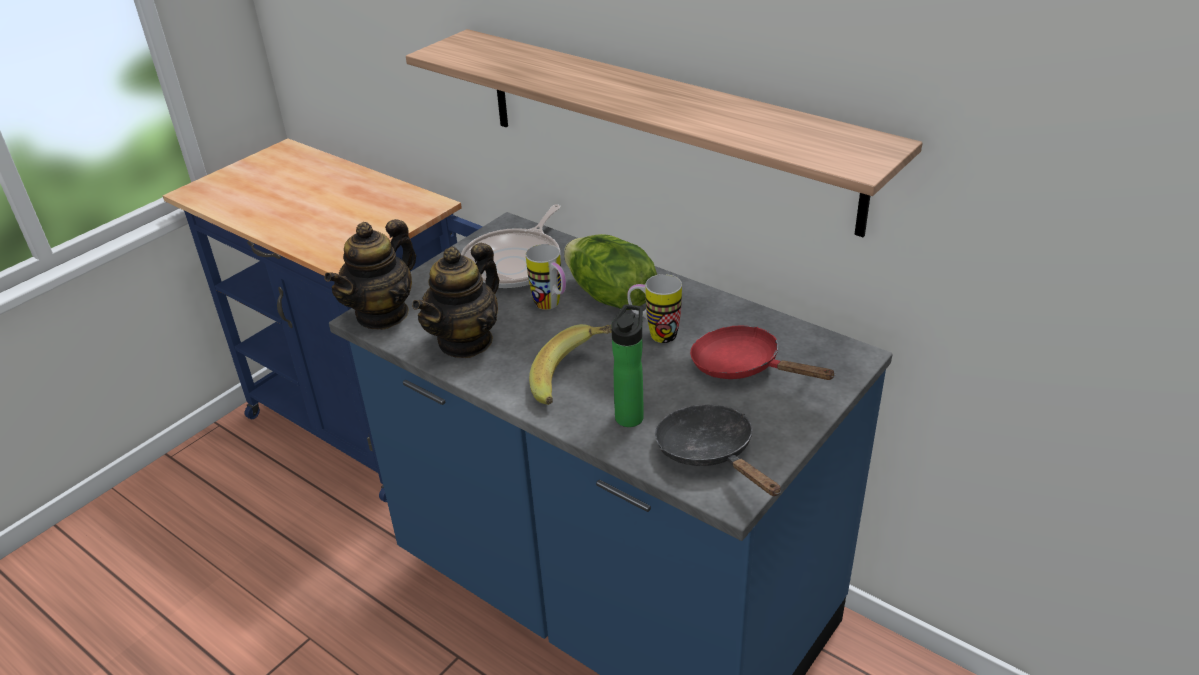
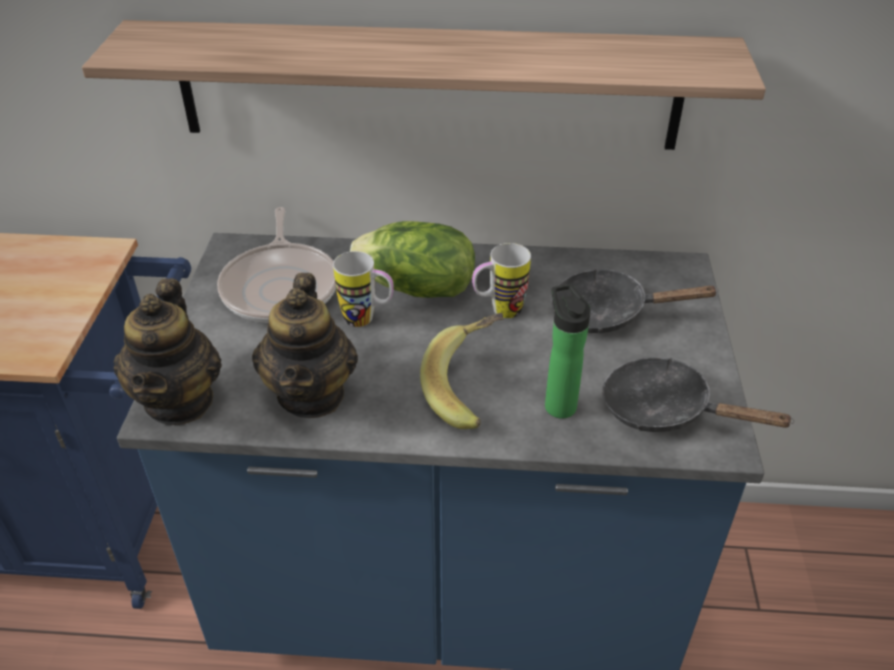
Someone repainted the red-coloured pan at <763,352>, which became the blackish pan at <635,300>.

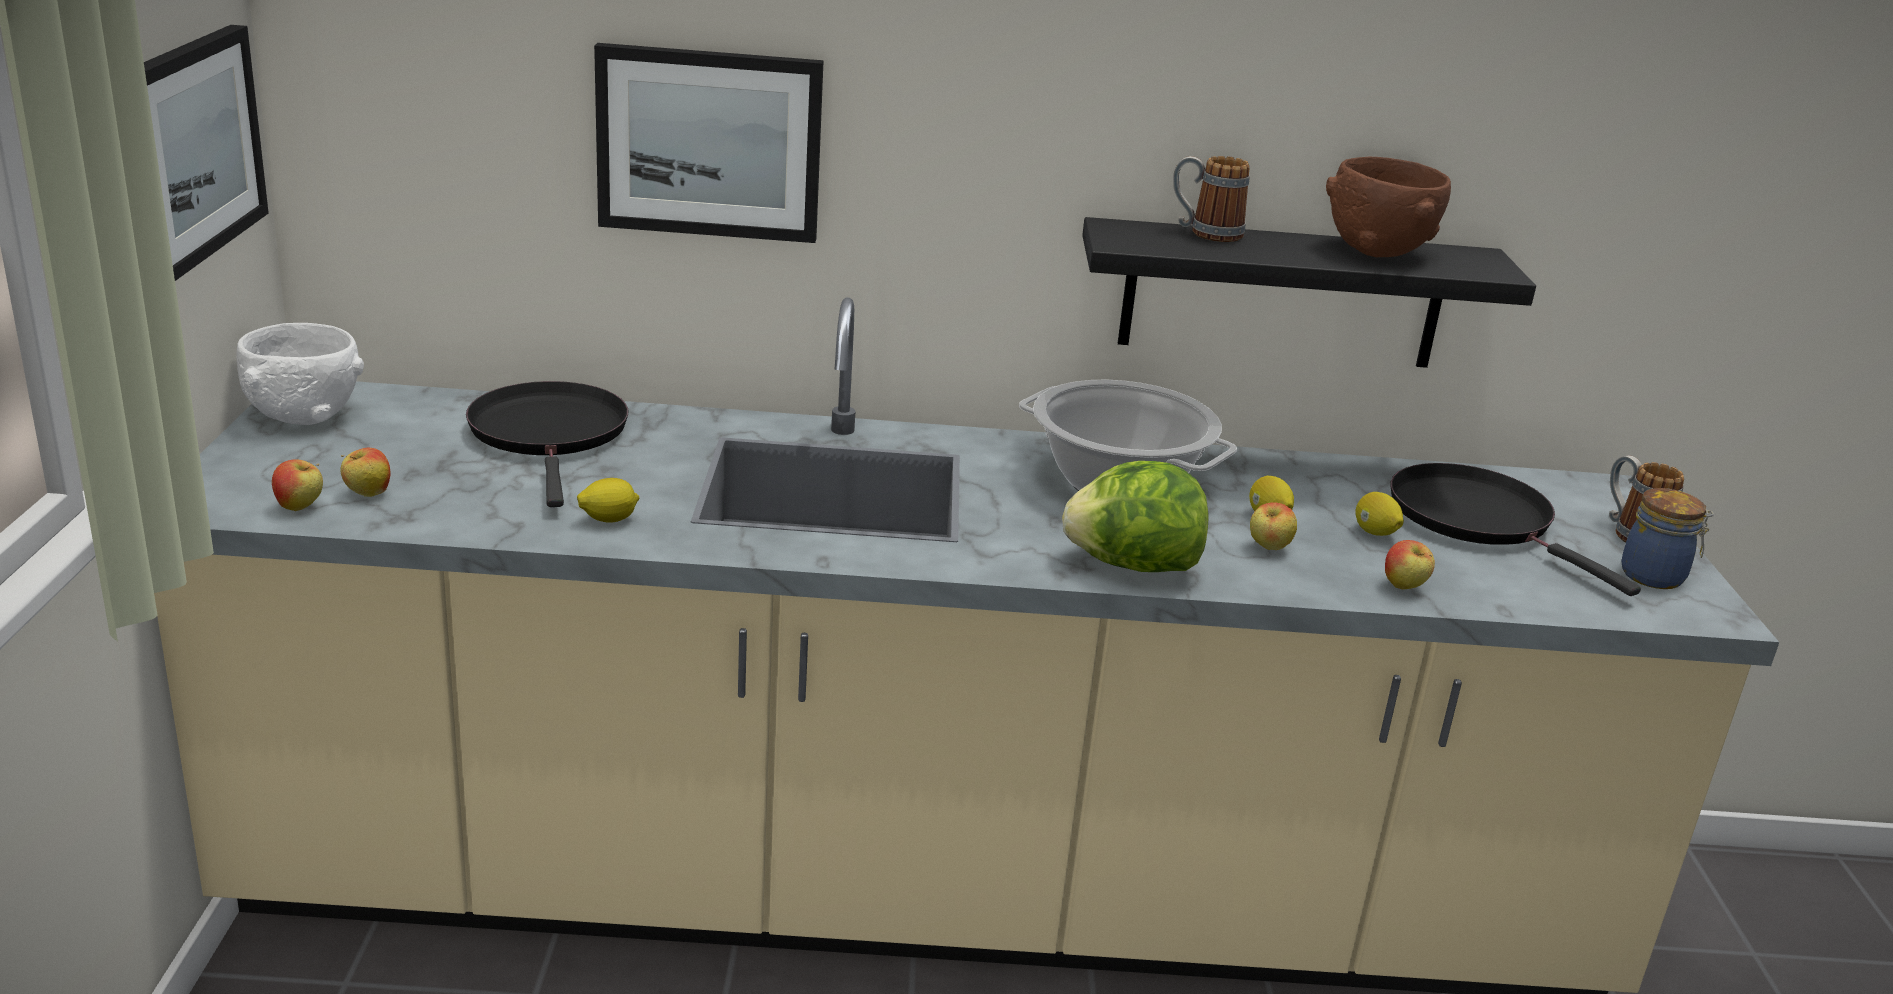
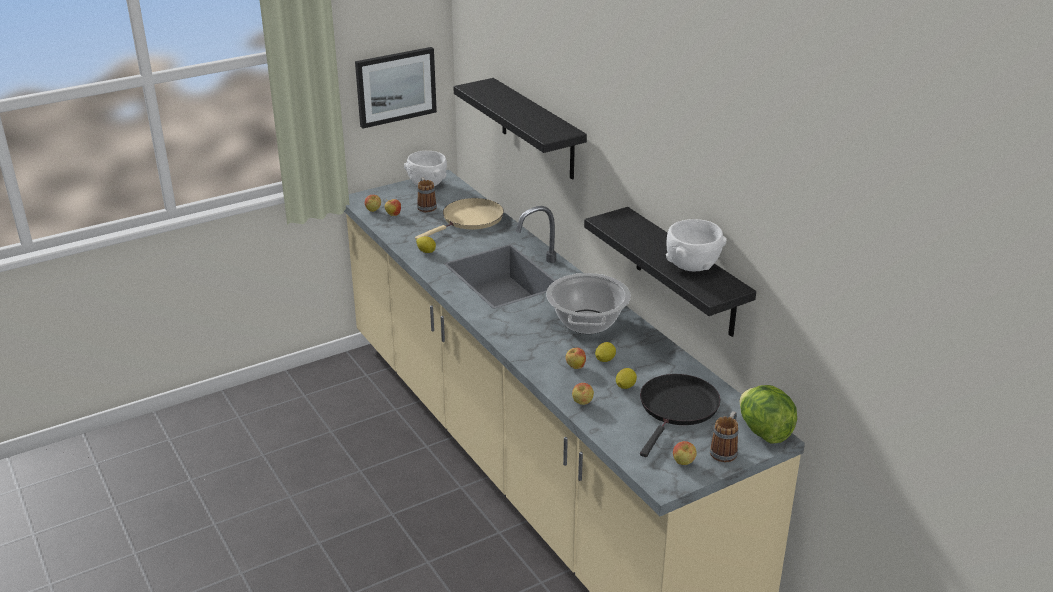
Someone carried the head of lettuce from <1135,516> to <768,414>. Someone carried the mug from <1211,199> to <427,194>. Someone swapped the picture at <709,143> for the blackish wall shelf at <520,128>. Someone swapped the jar at <1668,538> for the apple fruit at <685,453>. Someone repainted the blackish pan at <547,444>, which became the beige-coloured pan at <459,219>. Someone repainted the brown-coloured bowl at <1388,207>, which became the white-coloured bowl at <696,245>.

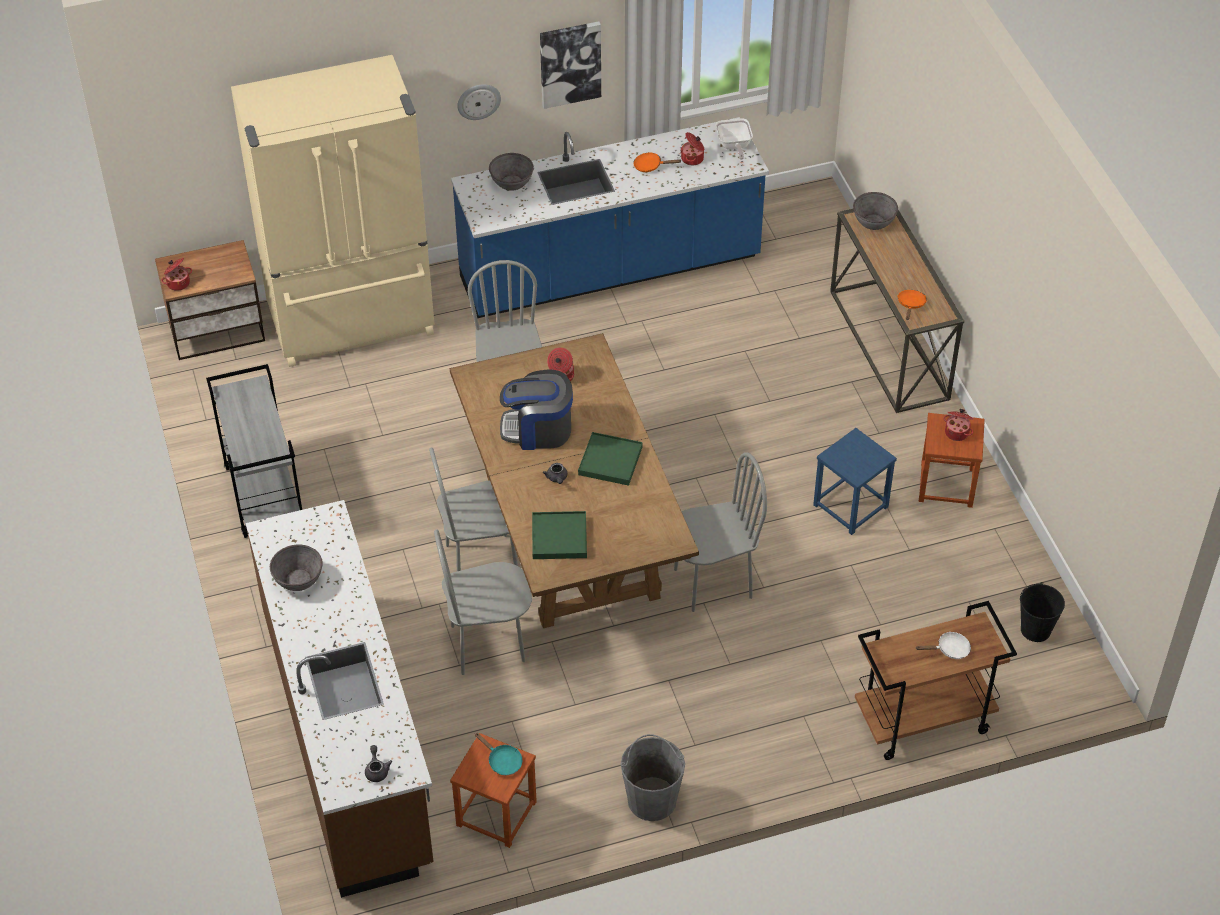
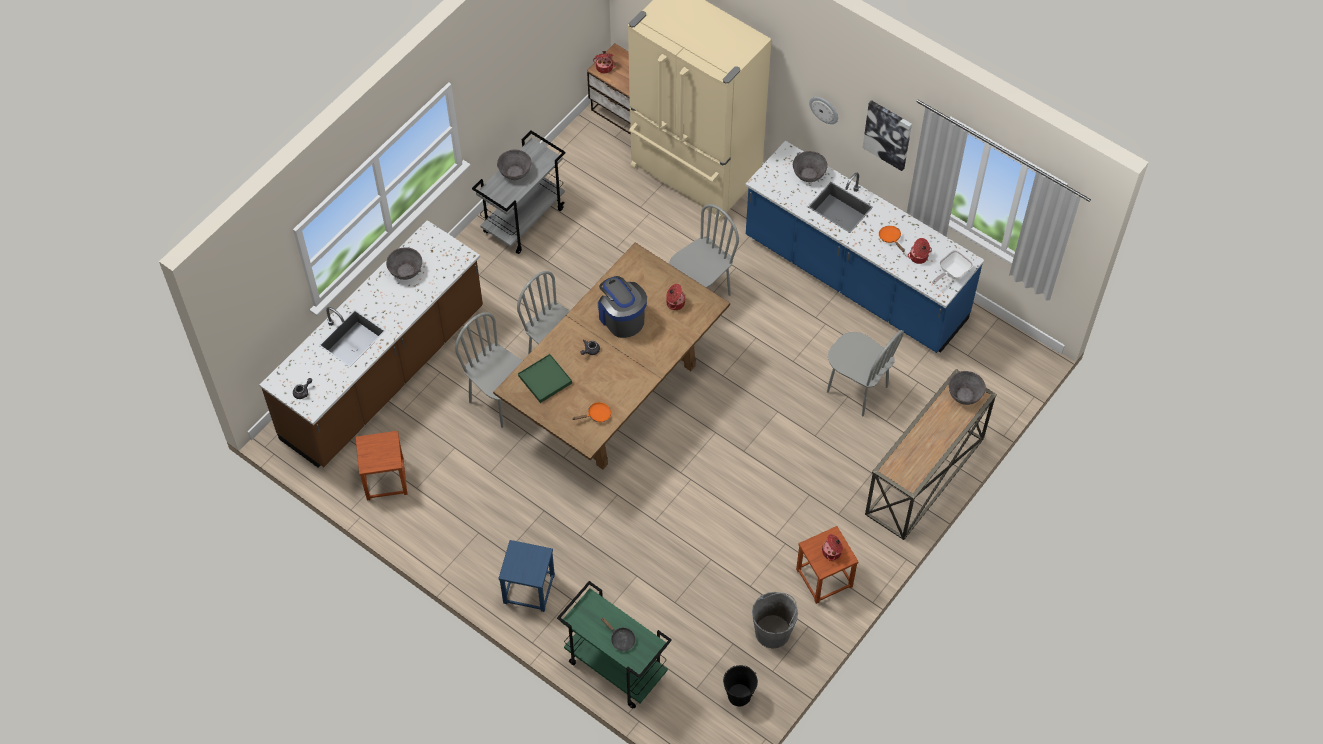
Someone took away the blue-green pan at <498,754>. Someone took away the greenish serving tray at <610,459>. Someone put down the gray bowl at <514,165>. Someone carried the gray bucket from <653,777> to <775,620>. Someone carried the gray chair from <720,532> to <865,373>. Someone carried the bluish stool seat from <855,481> to <526,576>. Someone carried the orangey pan from <912,305> to <592,412>. Someone repainted the brown-coloured cart at <936,680>, which became the greenish cart at <614,645>. Someone repainted the white-coloured pan at <943,645>, which became the blackish pan at <618,634>.

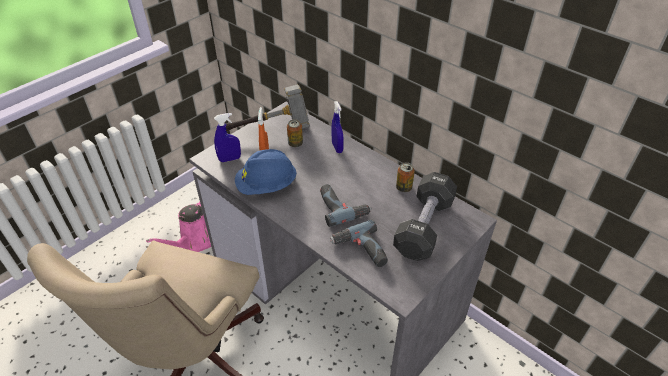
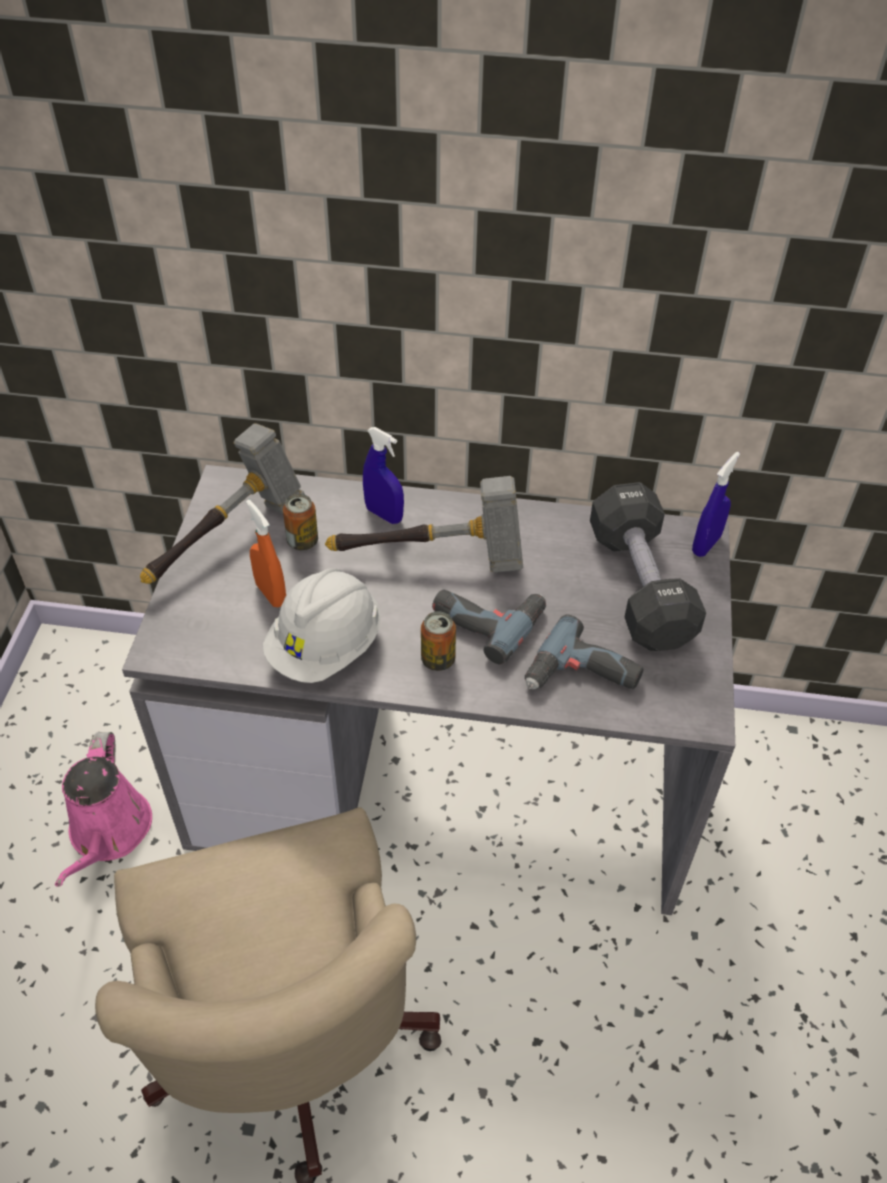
Someone put down the hand hammer at <424,524>. Someone carried the bluish sprayer from <227,137> to <716,504>. Someone carried the metal can from <405,177> to <438,641>. Someone repainted the bluish work helmet at <266,172>, which became the white-coloured work helmet at <322,626>.

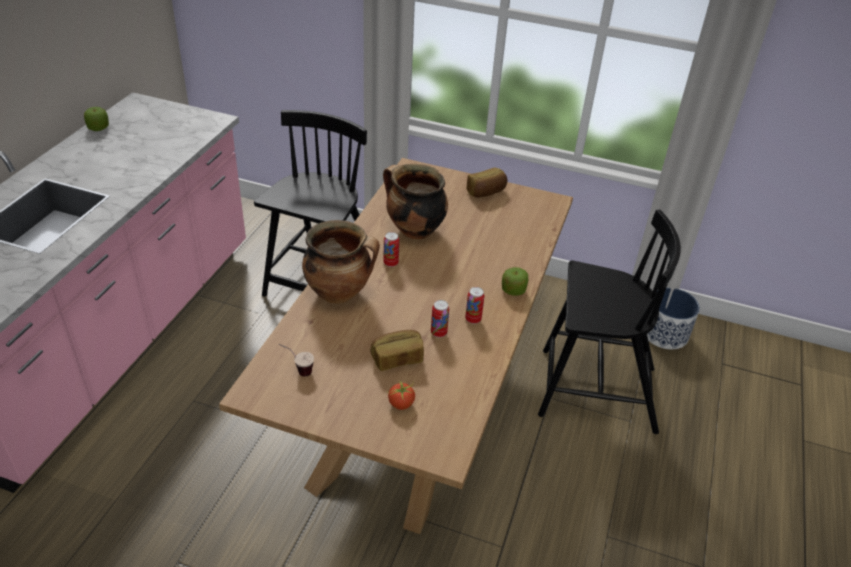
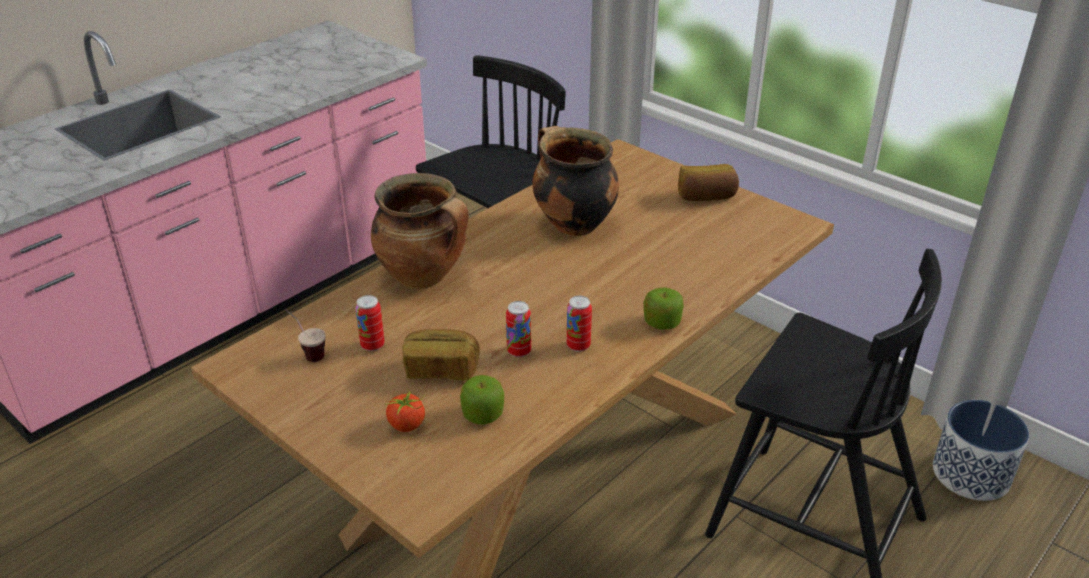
Someone carried the apple fruit from <96,119> to <482,400>. Someone carried the metal can from <391,249> to <370,323>.

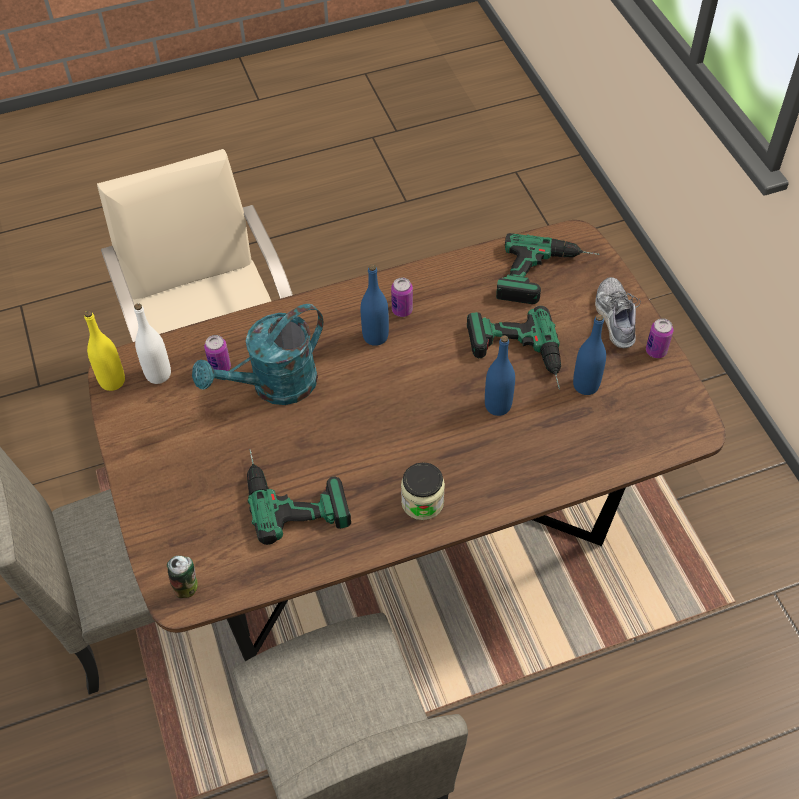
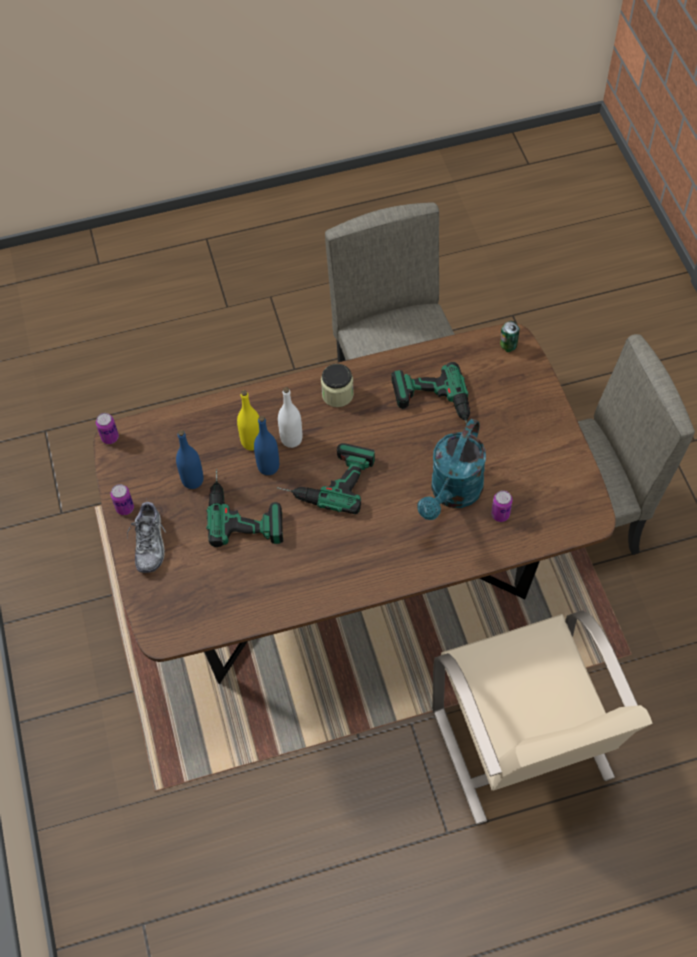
Someone took away the bluish beverage bottle at <375,305>. Someone carried the yellow beverage bottle from <104,350> to <248,420>. Someone carried the white-coloured beverage bottle from <152,343> to <290,417>. Someone carried the metal can from <402,297> to <107,428>. Someone carried the drill from <547,268> to <326,478>. Someone rotated the blue-green sprinkling can at <257,354> by 150 degrees clockwise.

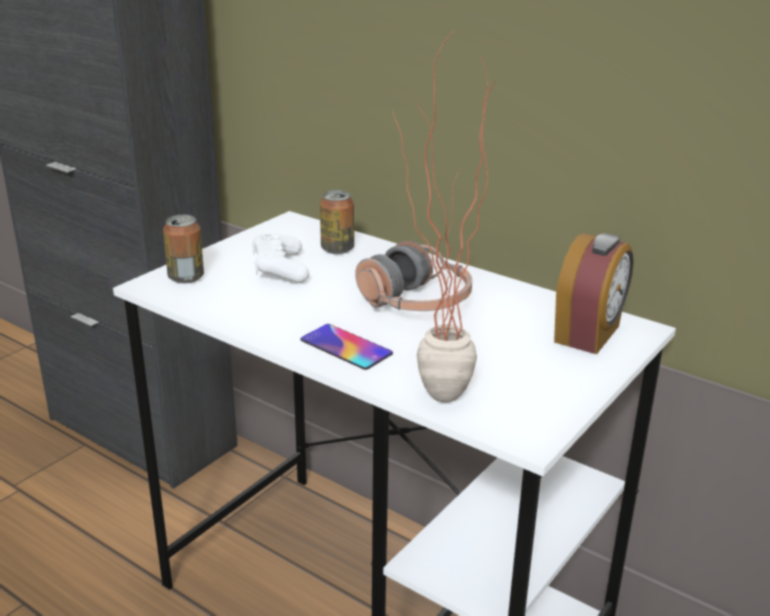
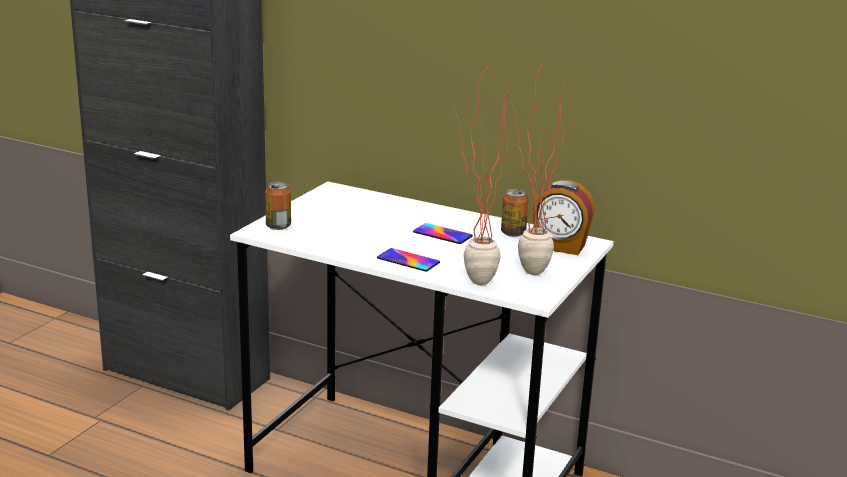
Someone took away the white-coloured gamepad at <280,258>. Someone put down the houseplant at <539,168>. Someone carried the metal can from <337,222> to <515,213>. Someone swapped the pair of headphones at <413,276> for the phone at <443,233>. Someone rotated the bedside clock at <594,293> by 90 degrees clockwise.

